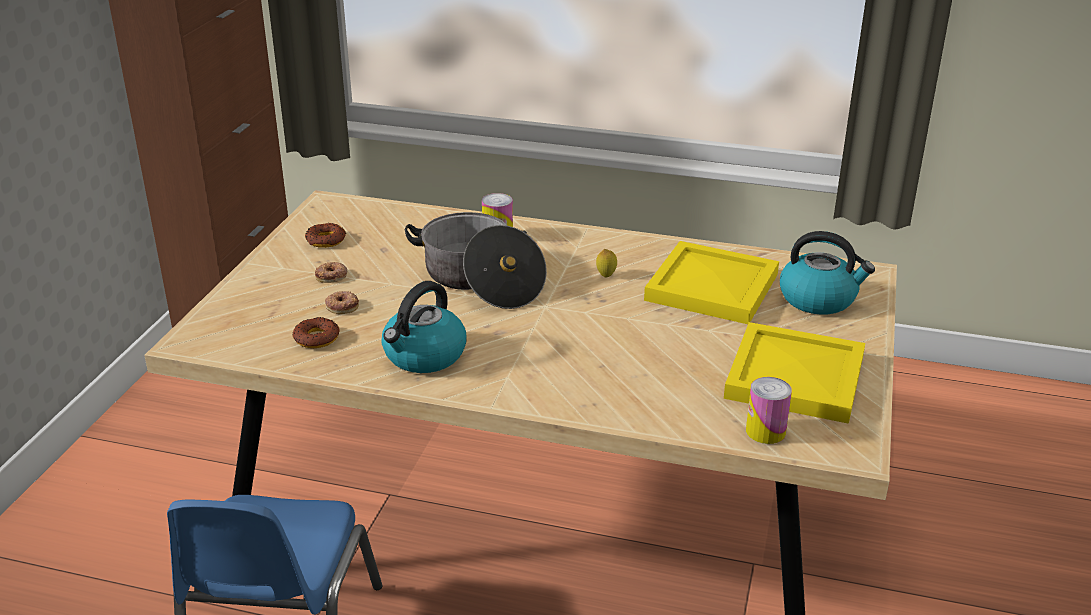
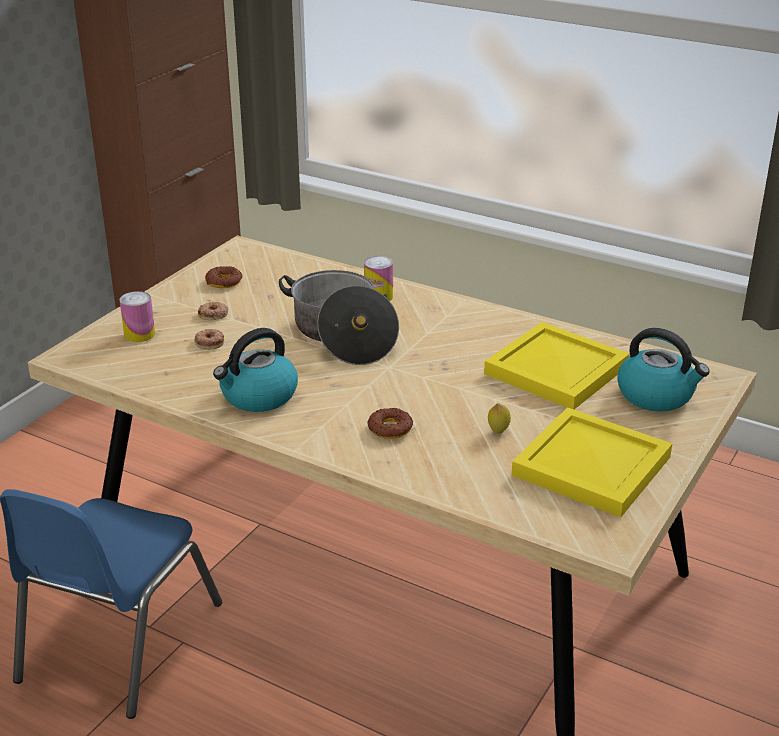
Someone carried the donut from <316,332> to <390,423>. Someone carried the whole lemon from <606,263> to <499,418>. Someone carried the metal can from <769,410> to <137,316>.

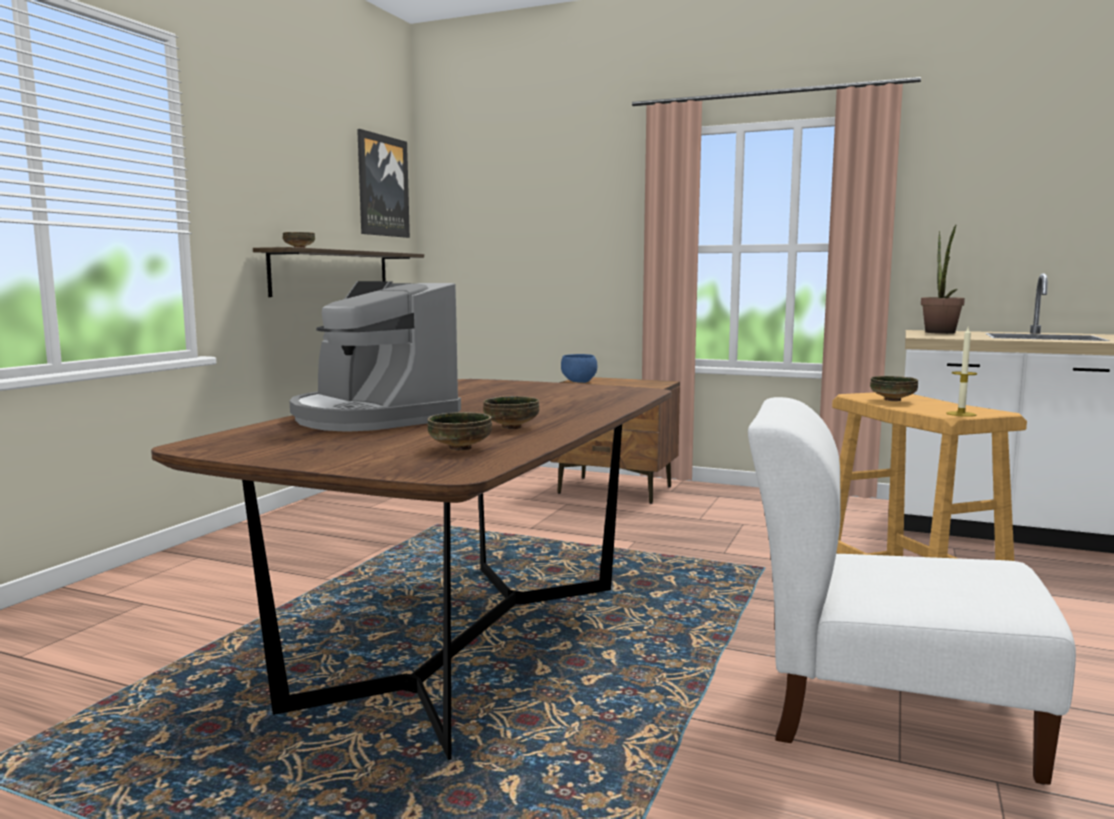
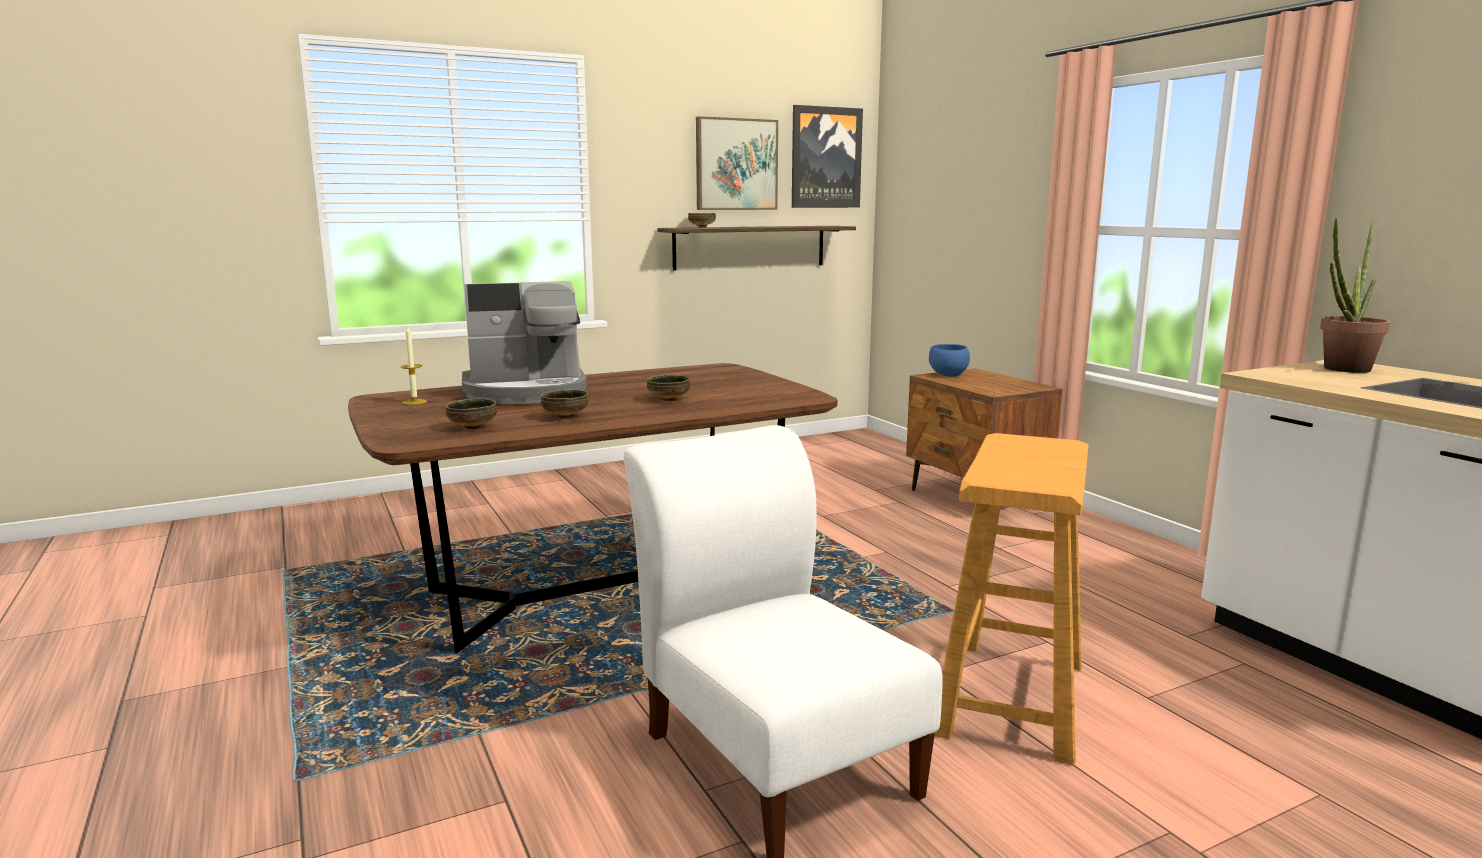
Someone put up the picture at <737,163>. Someone carried the bowl from <894,388> to <668,388>. Someone carried the wax candle from <962,372> to <414,365>. Someone rotated the coffee maker at <375,356> by 105 degrees counterclockwise.

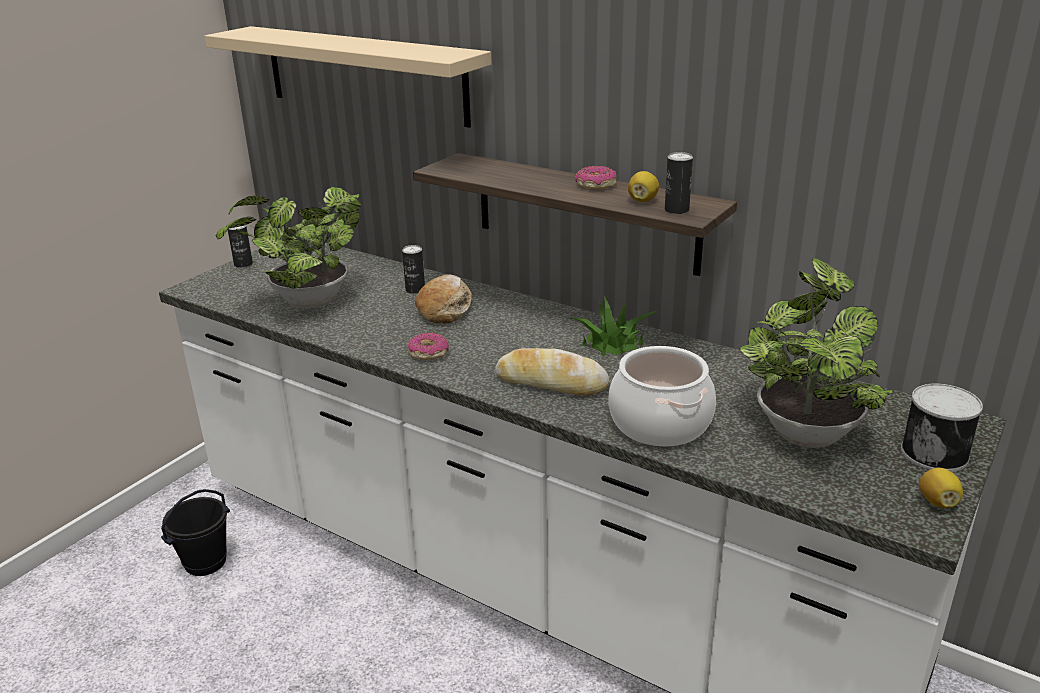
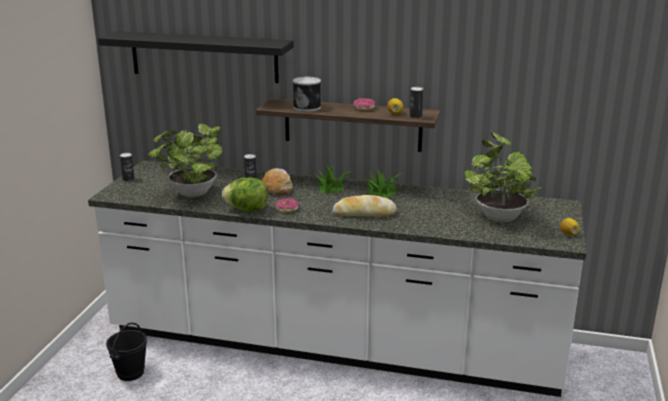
Someone took away the cooking pot at <662,396>. Someone put down the head of lettuce at <245,195>. Someone put down the houseplant at <333,179>. Someone carried the metal can from <942,428> to <307,94>. Someone repainted the beige-coloured wall shelf at <348,77>, which became the blackish wall shelf at <196,57>.

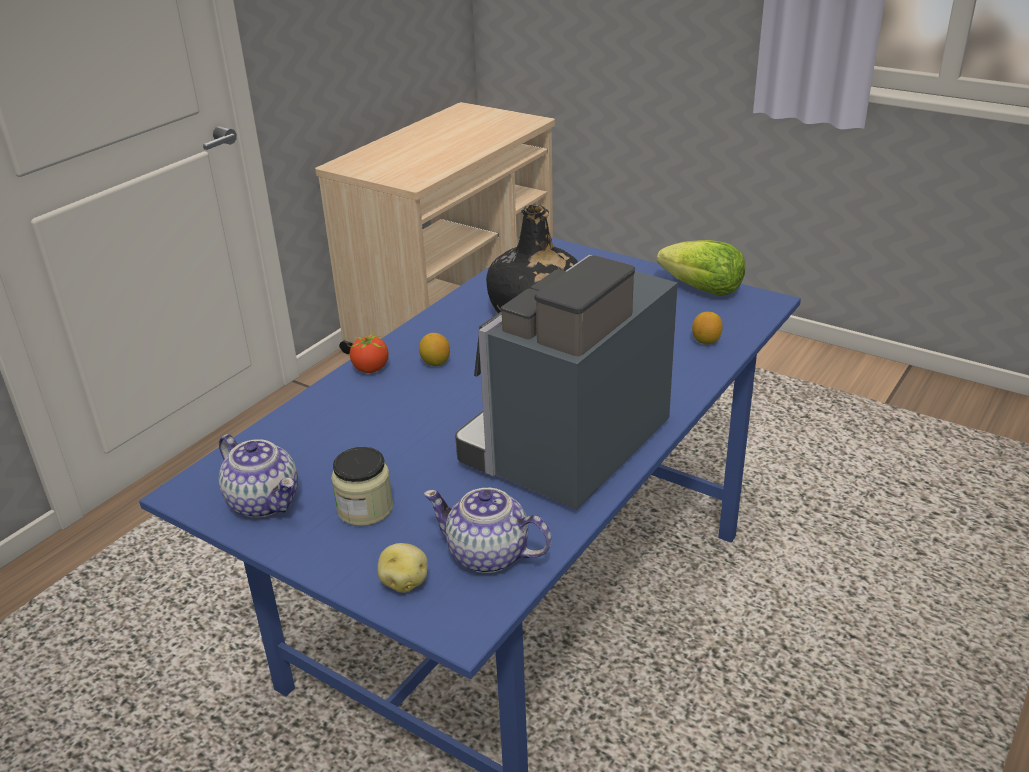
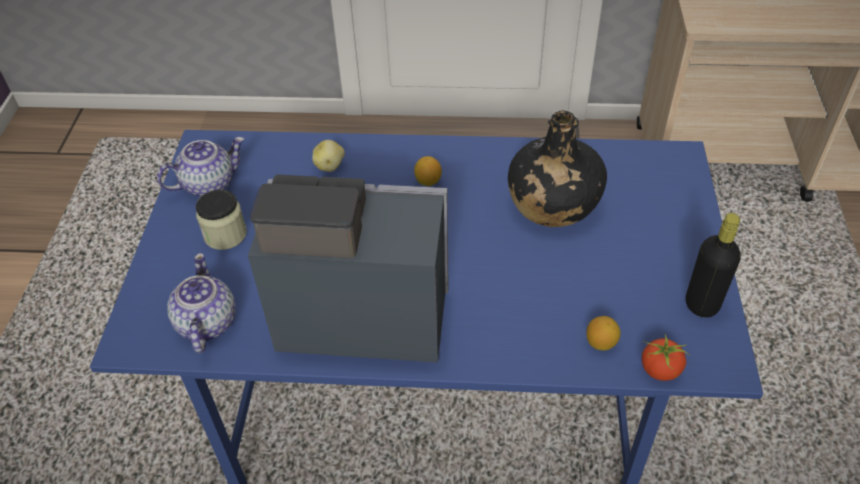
Someone carried the fresh tomato from <368,353> to <666,357>. Someone carried the spud from <402,568> to <328,156>. Someone swapped the head of lettuce at <701,268> for the blackish beverage bottle at <713,265>. Someone rotated the tea pot at <258,476> by 135 degrees counterclockwise.

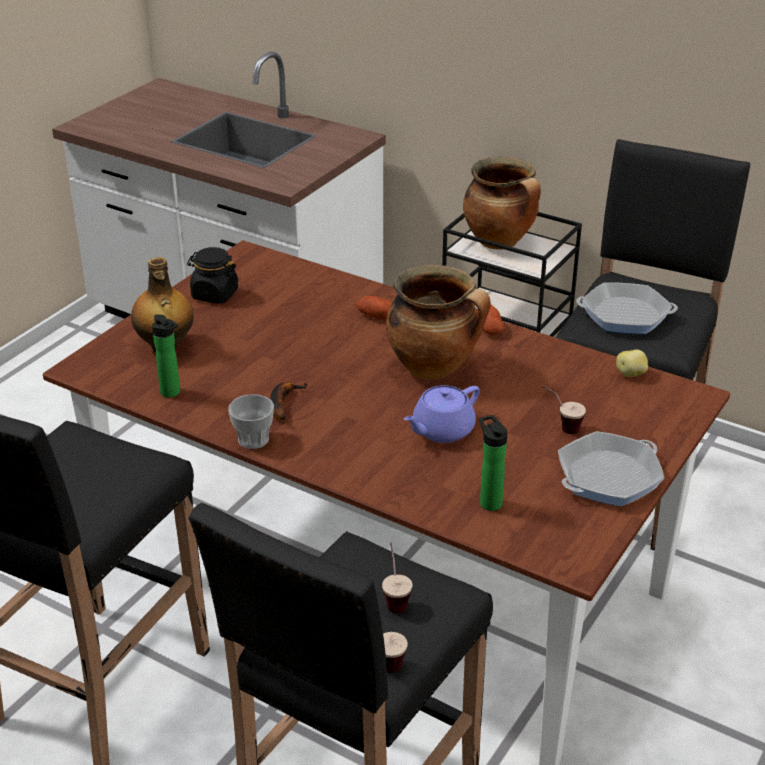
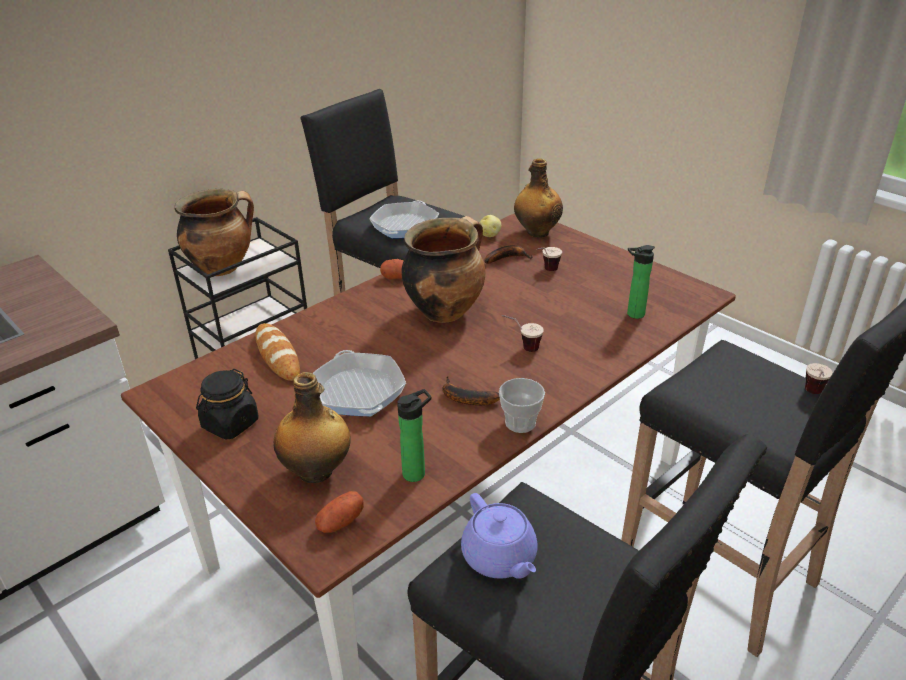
Someone put down the bread at <278,352>. Someone put down the banana fruit at <508,254>. Someone put down the beverage bottle at <538,197>. Someone carried the spud from <374,308> to <339,512>. Someone carried the cup from <397,577> to <523,333>. Someone carried the purple-coloured tea pot from <442,414> to <499,536>. Someone carried the pan from <611,468> to <359,383>.

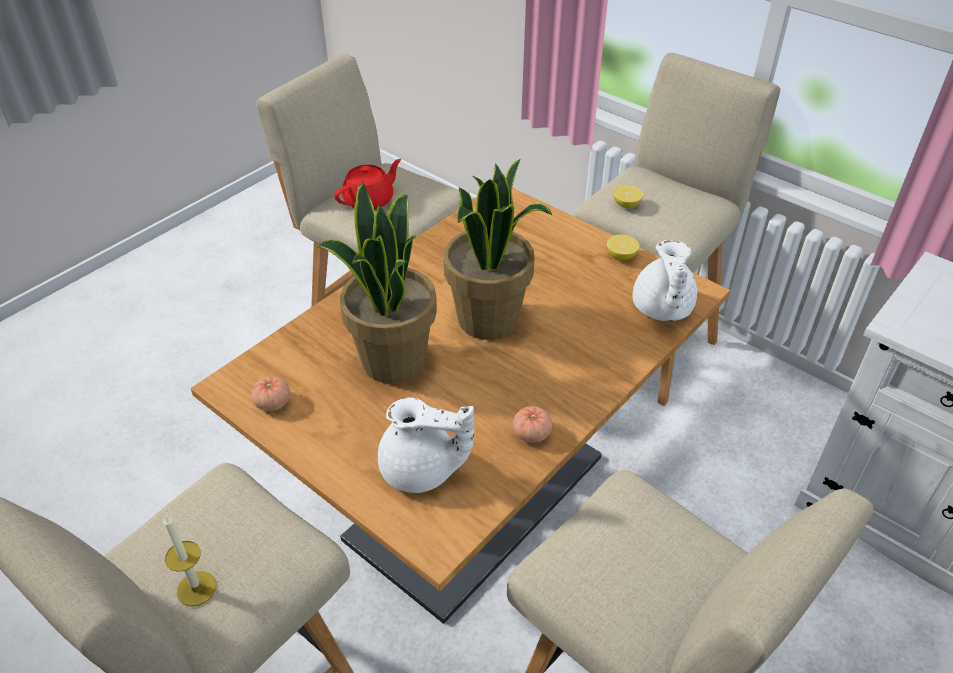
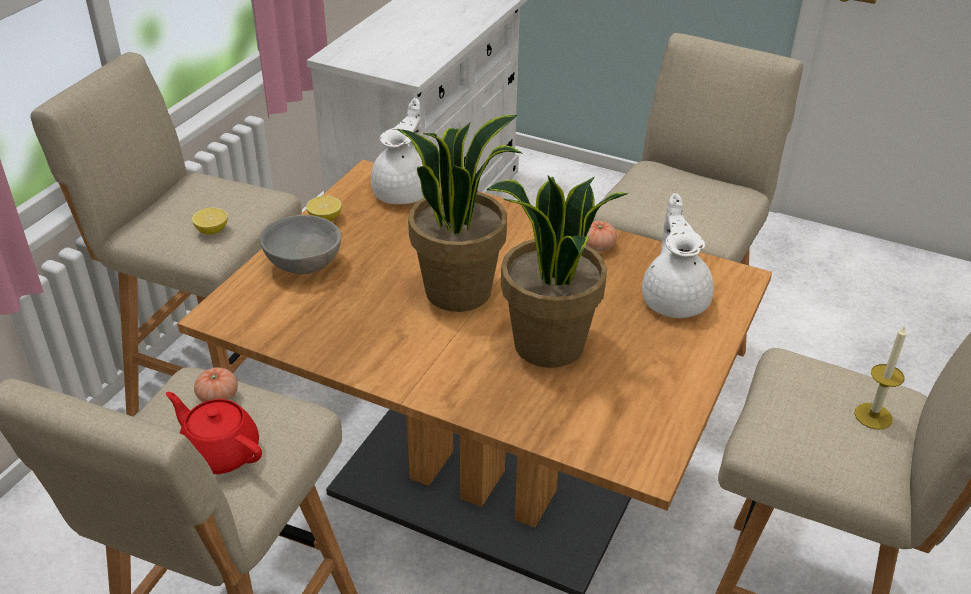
Someone put down the gray bowl at <300,244>. Someone carried the fresh tomato from <270,393> to <216,385>. Someone rotated the white-coloured tea pot at <665,280> by 60 degrees counterclockwise.

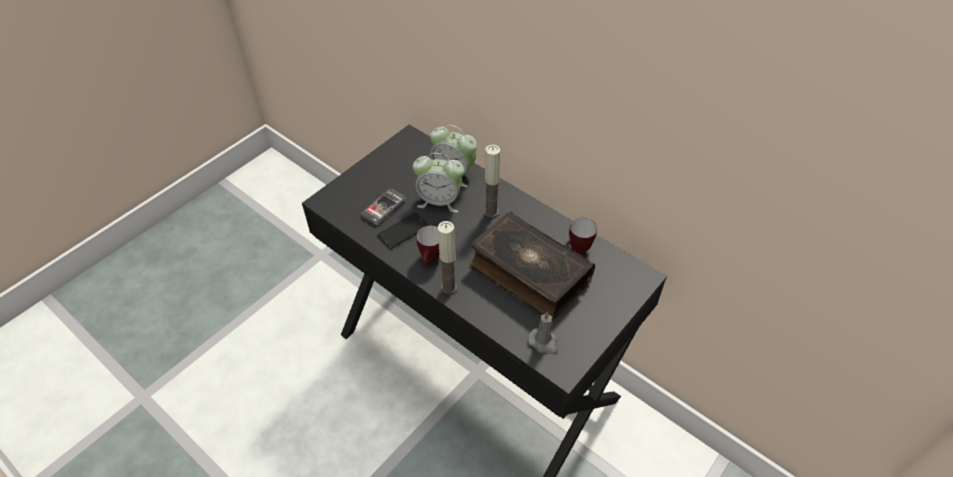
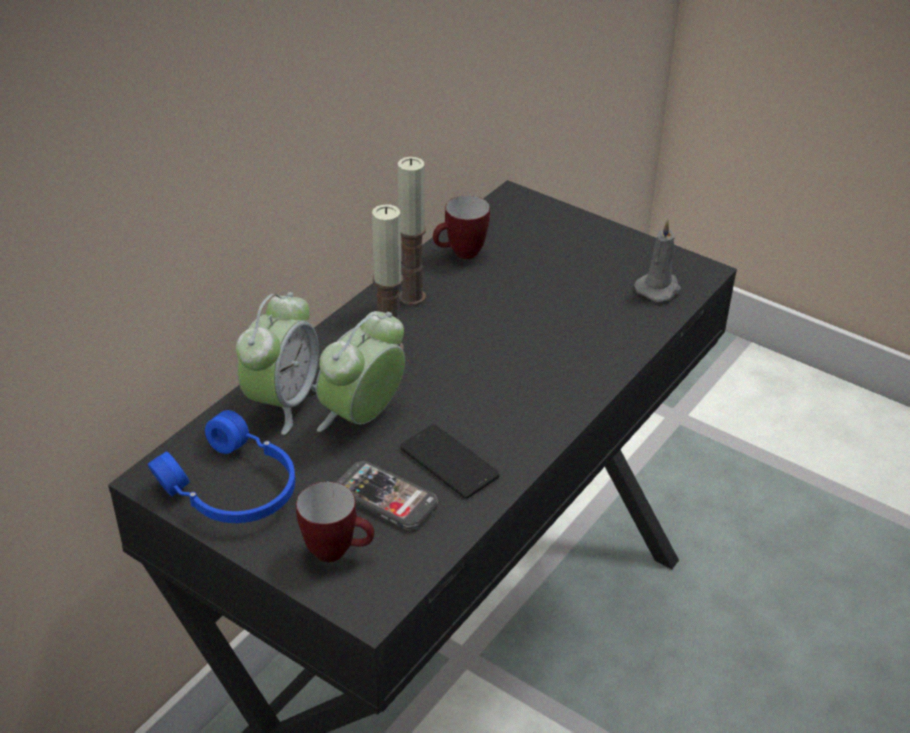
Someone took away the volume at <532,265>. Someone put down the bluish pair of headphones at <221,466>. Someone carried the mug from <427,245> to <335,522>. Someone carried the wax candle from <447,257> to <412,231>. Someone rotated the bedside clock at <438,183> by 150 degrees counterclockwise.

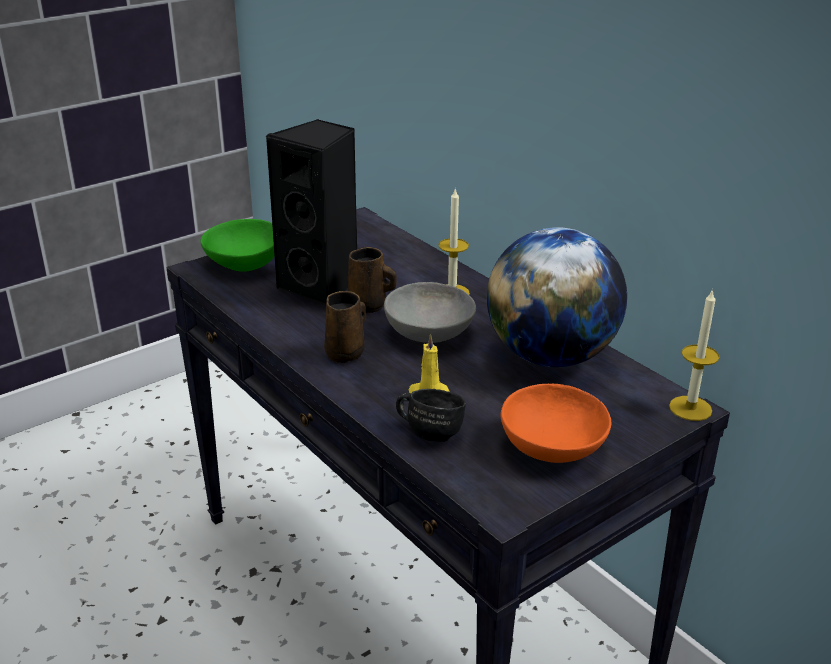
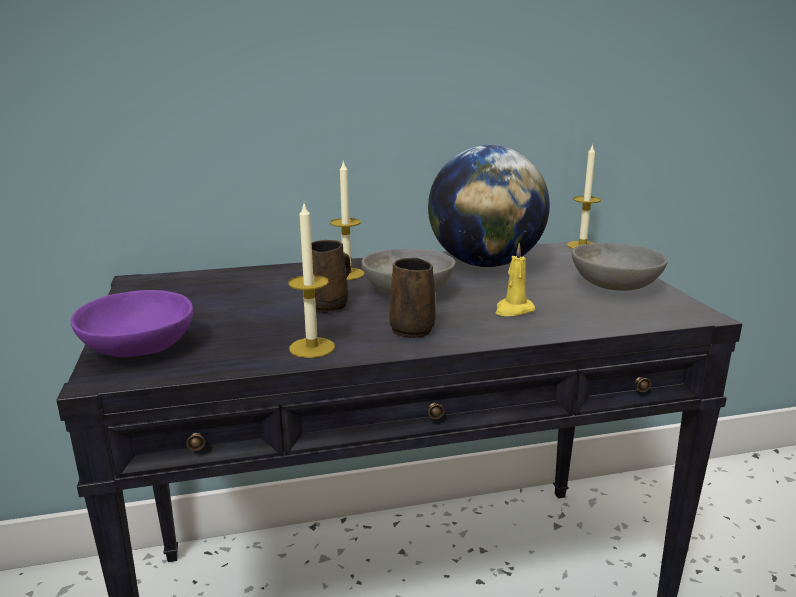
Someone took away the blackish speaker at <311,212>. Someone took away the blackish mug at <431,415>. Someone put down the wax candle at <311,281>. Someone repainted the greenish bowl at <237,245>, which became the purple-coloured bowl at <131,323>. Someone repainted the orangey bowl at <555,423>, which became the gray bowl at <620,267>.

